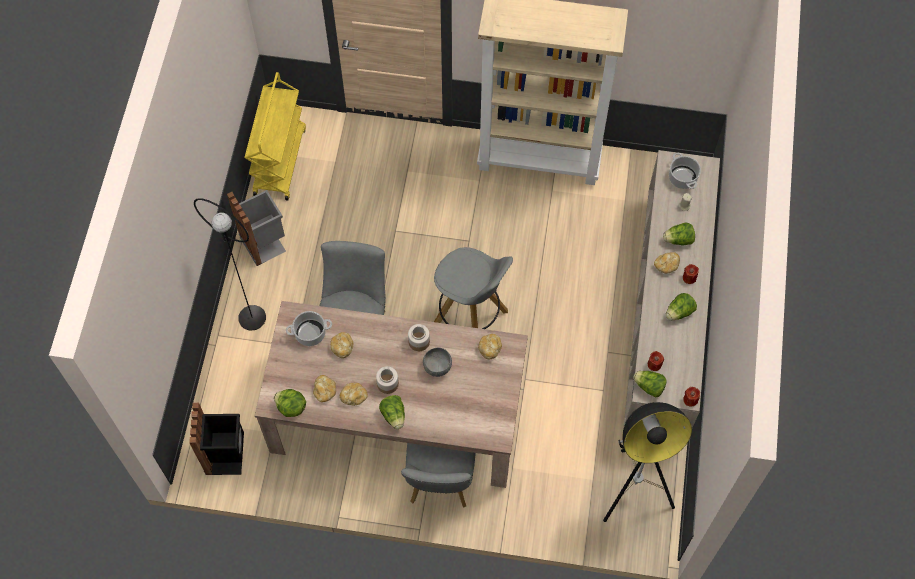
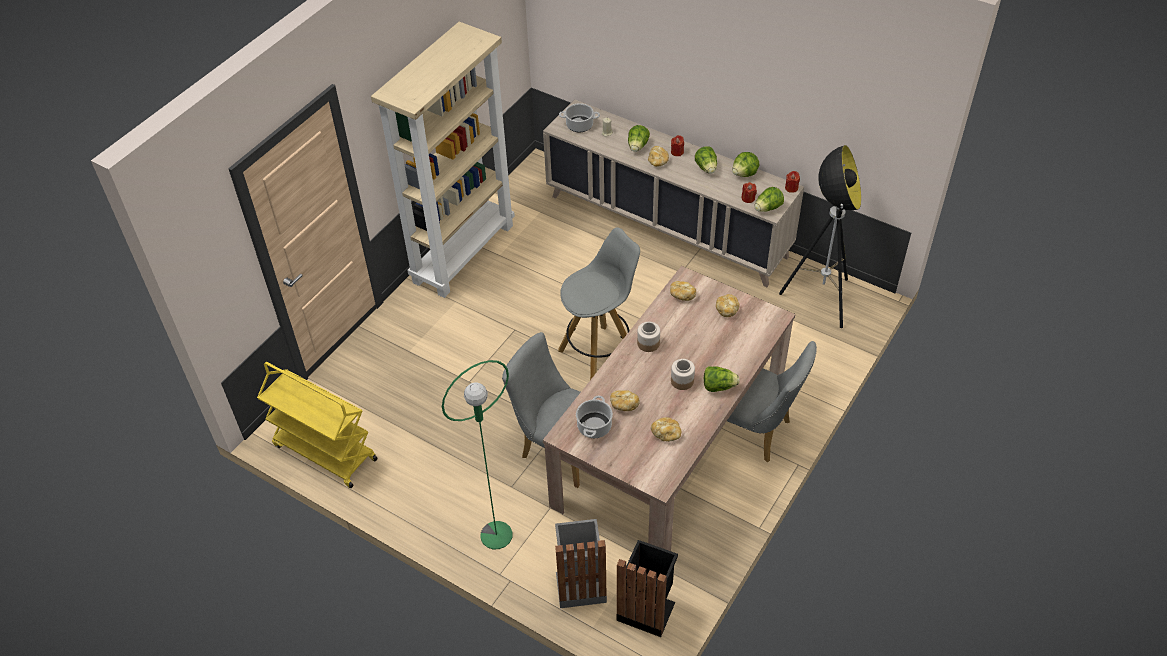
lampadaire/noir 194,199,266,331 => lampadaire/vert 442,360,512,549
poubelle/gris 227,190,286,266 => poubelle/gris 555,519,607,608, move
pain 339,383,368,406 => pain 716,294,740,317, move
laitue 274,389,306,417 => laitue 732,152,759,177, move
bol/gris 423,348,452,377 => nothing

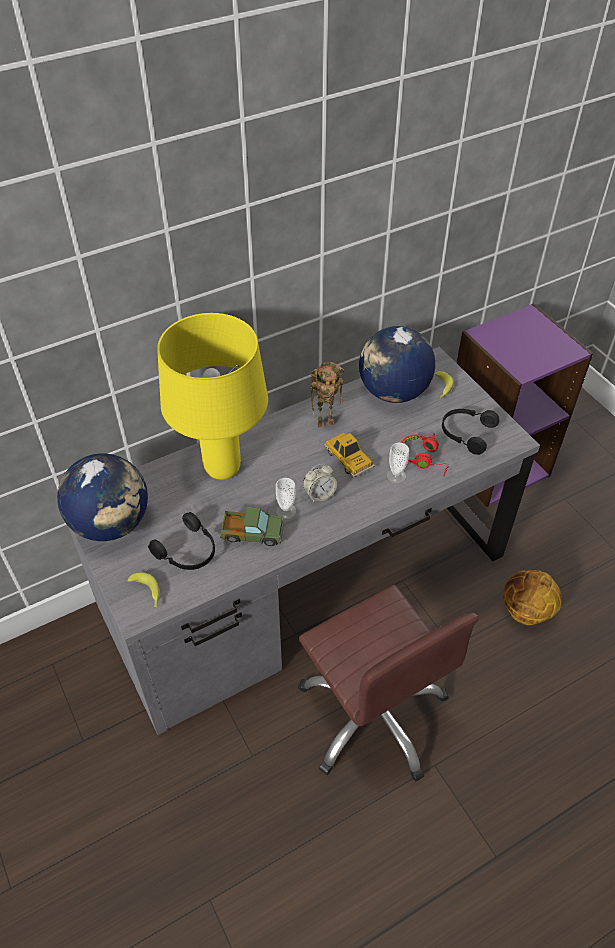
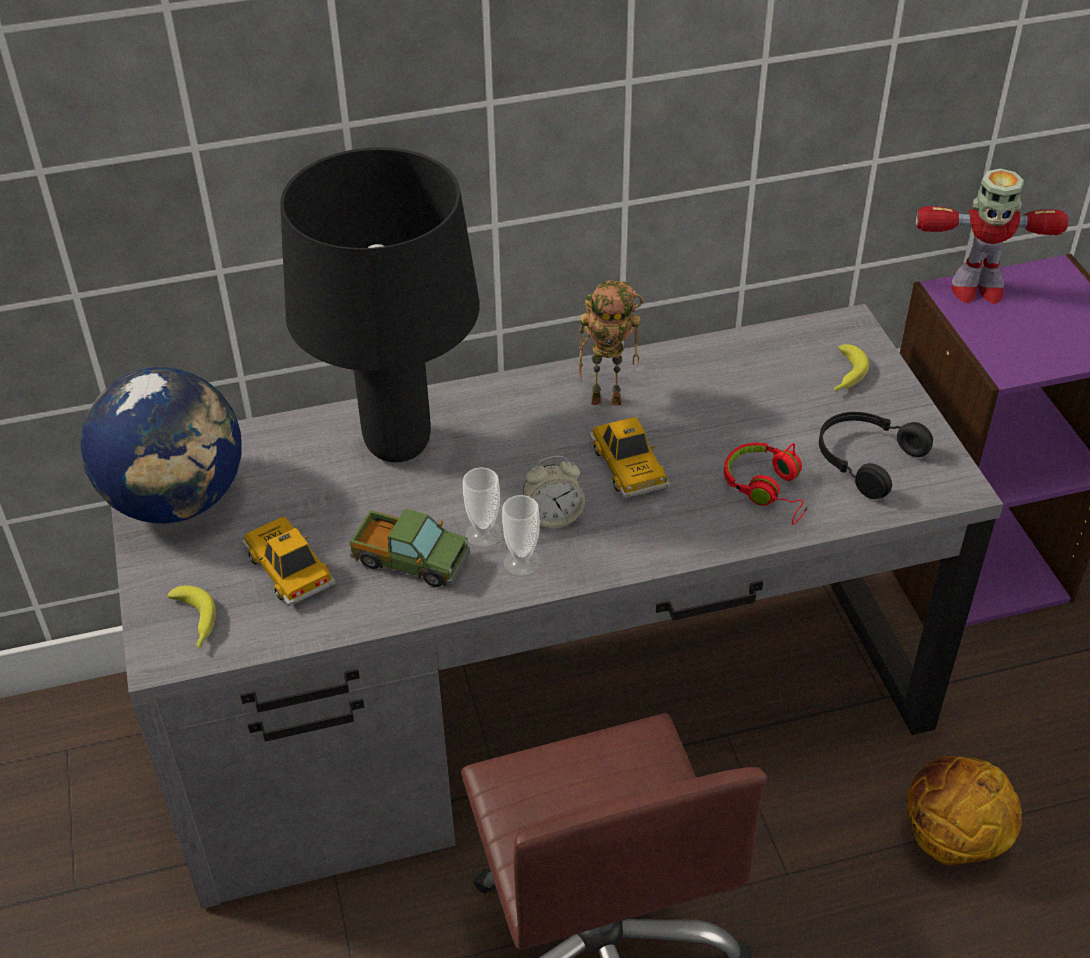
casque audio/noir 148,512,215,570 => petite voiture 242,517,336,606
lampe de table/jaune 157,313,268,480 => lampe de table/noir 280,147,480,462
tasse 387,443,409,483 => tasse 502,495,541,576, move
nothing => robot jouet 916,168,1068,304
globe 359,326,435,403 => nothing

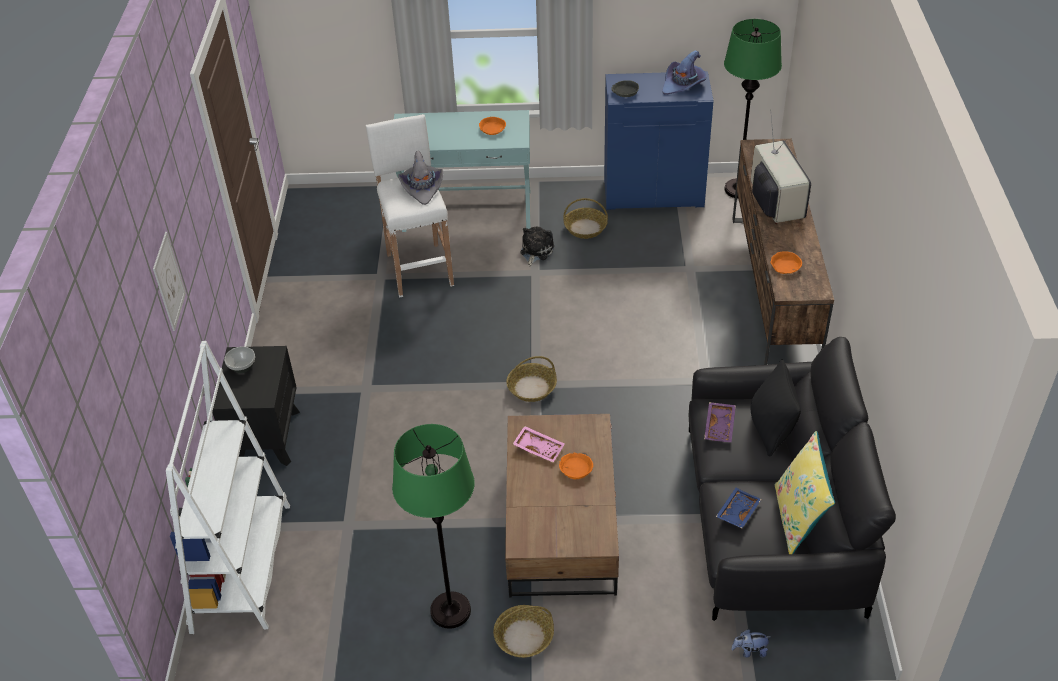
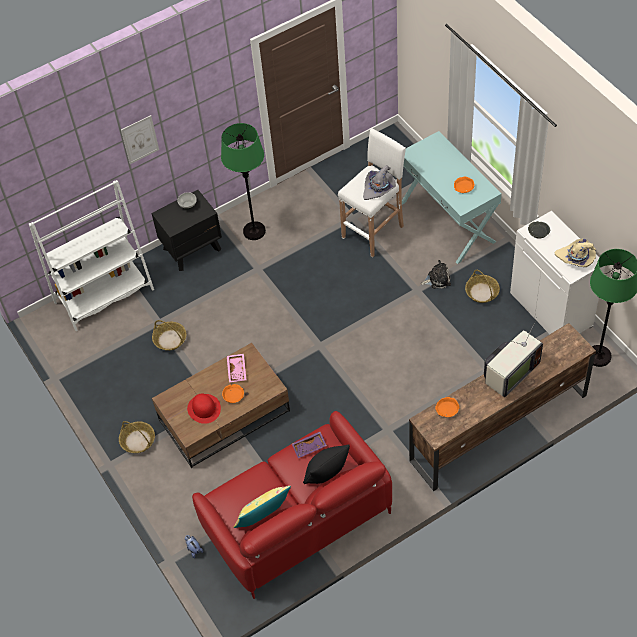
panier 506,356,557,402 => panier 152,320,186,351, move
nothing => chapeau/rouge 187,394,221,424
canapé/noir 689,337,896,621 => canapé/rouge 192,411,392,599
lampadaire/vert 392,424,475,629 => lampadaire/vert 221,123,266,240, move
meuble de rangement/bleu 604,71,713,210 => meuble de rangement/blanc 510,211,605,334
chapeau/violet 662,50,706,95 => chapeau/beige 554,238,596,267
plateau/bleu 716,488,761,528 => nothing

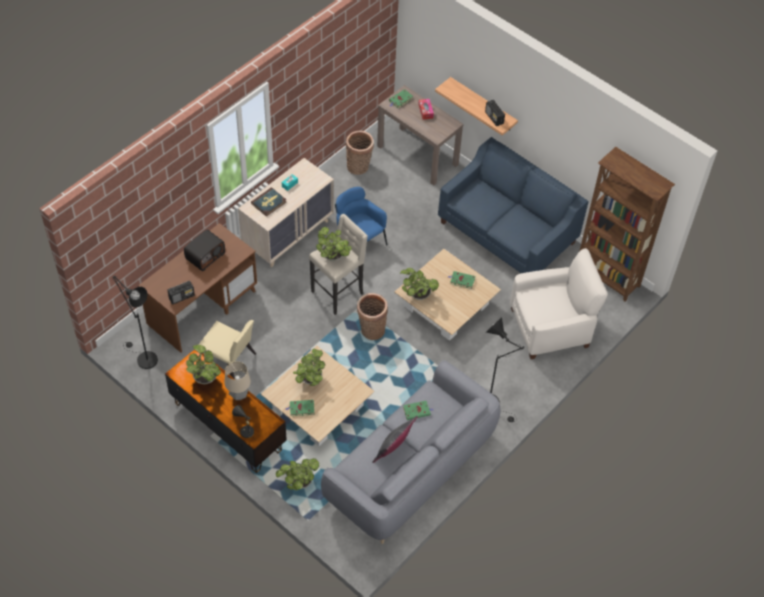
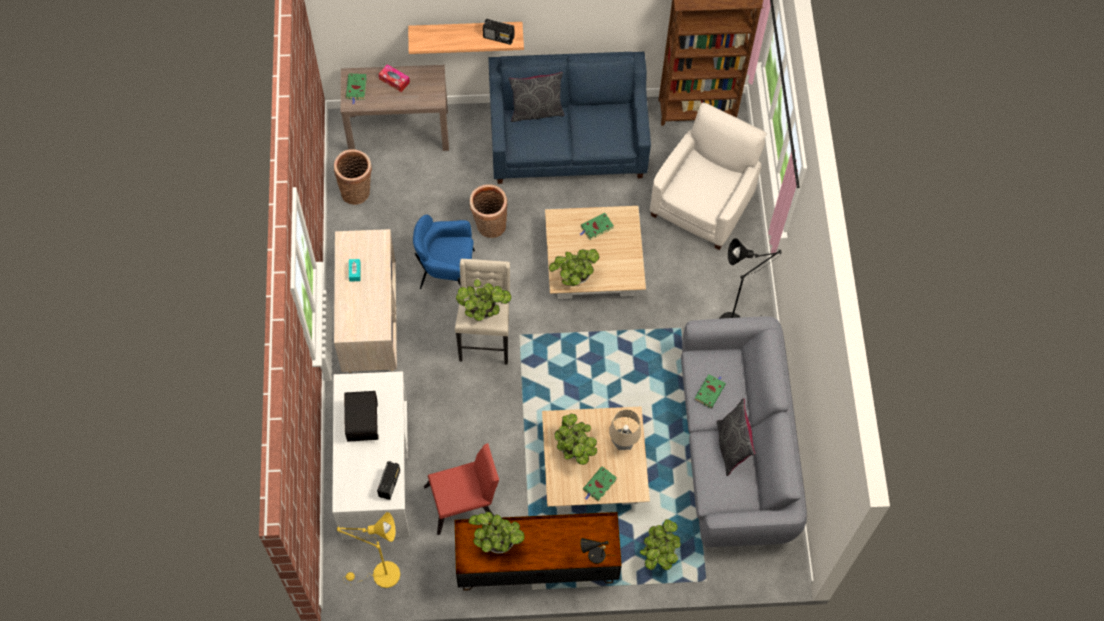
bureau/marron 138,223,257,352 => bureau/blanc 332,371,410,540
lampadaire/noir 112,275,158,369 => lampadaire/jaune 337,512,400,588
chaise/beige 198,320,256,379 => chaise/rouge 424,443,499,535
panier 357,293,388,340 => panier 470,184,508,238, move
nothing => coussin/gris 509,72,564,122
lampe de table 224,361,251,400 => lampe de table 609,410,641,450, move
livre 251,187,286,216 => nothing

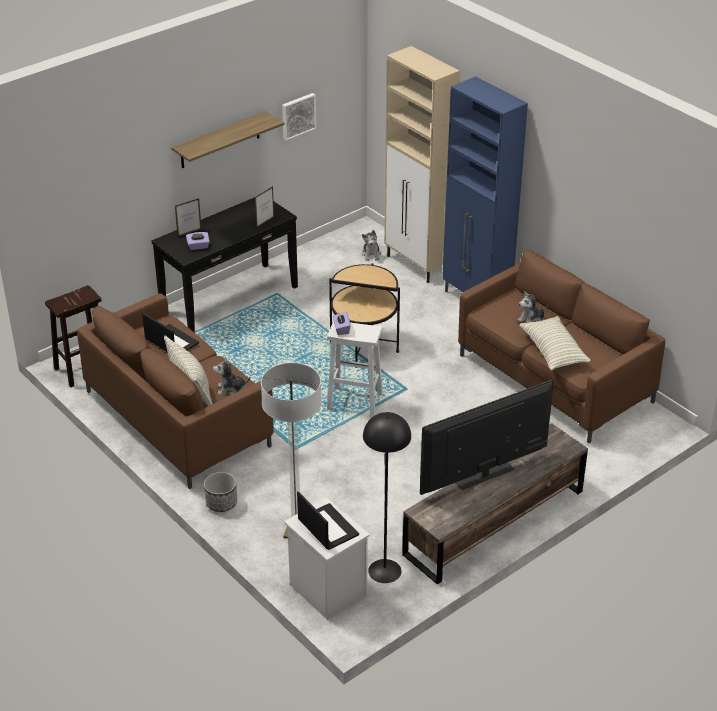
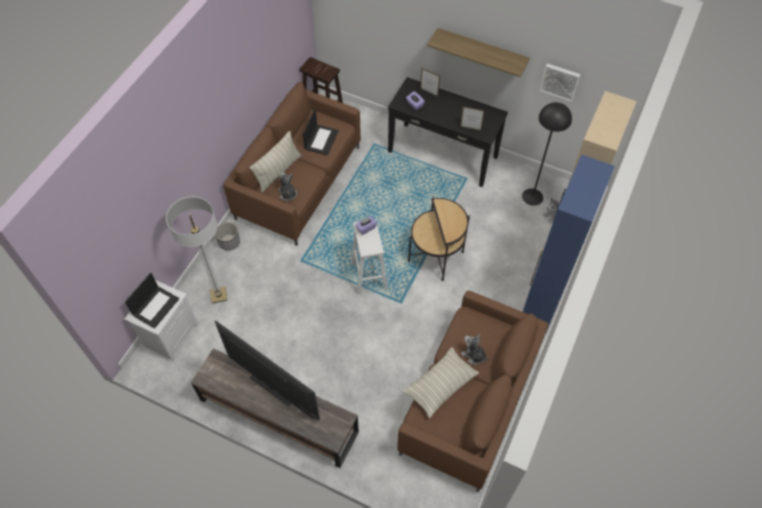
lampadaire/noir 363,412,411,583 => lampadaire/noir 522,102,572,206, move

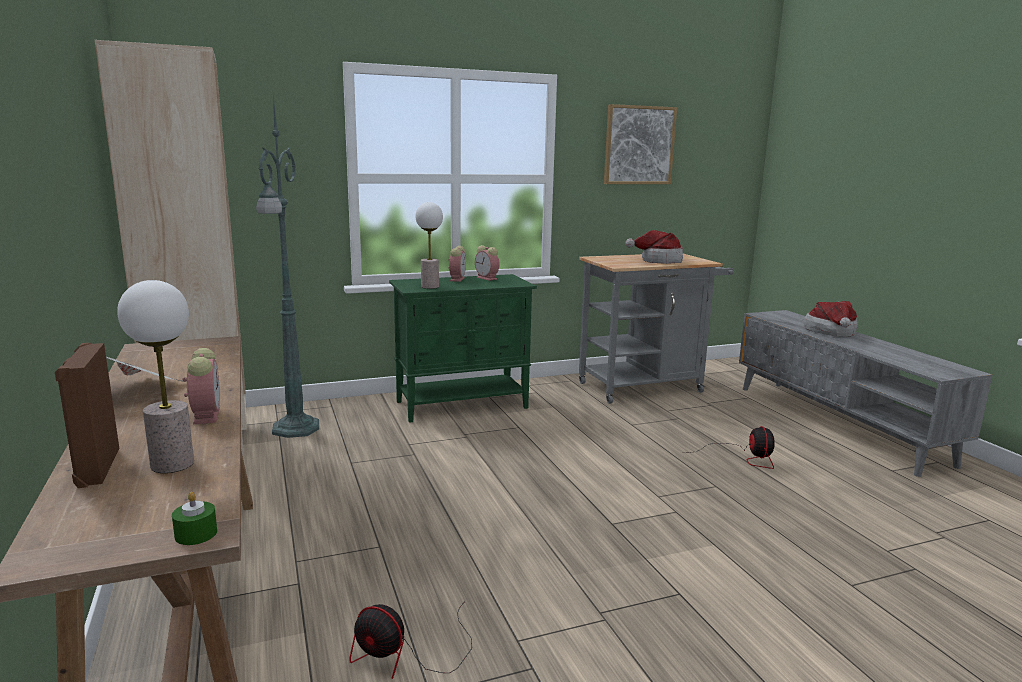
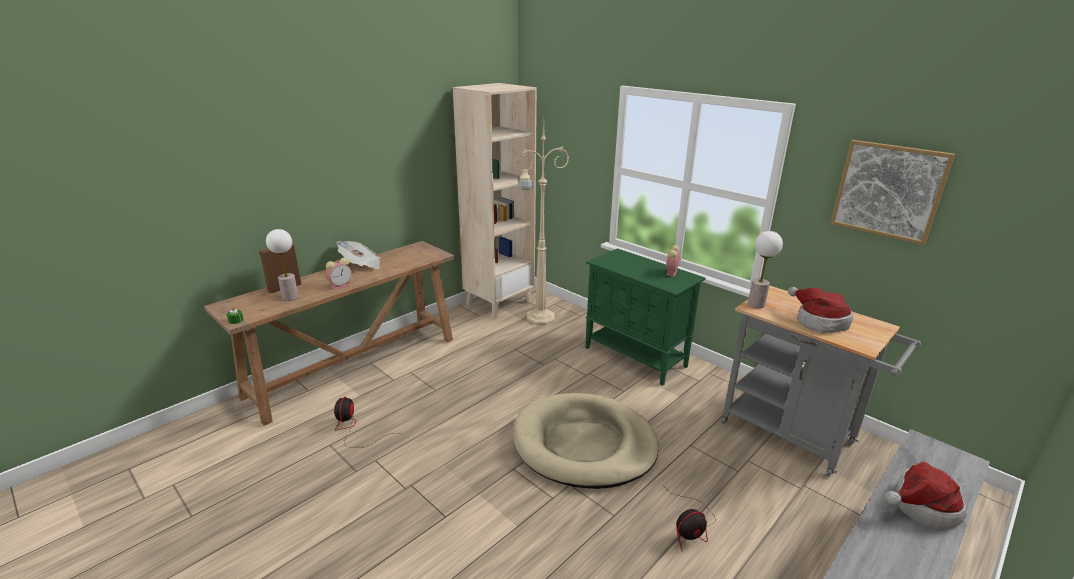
nothing => panier pour chien/beige 513,393,659,489
lampadaire/vert 256,96,319,438 => lampadaire/beige 517,122,569,324
lampe de table 415,202,443,289 => lampe de table 748,231,783,308, move
réveil 449,246,466,282 => nothing

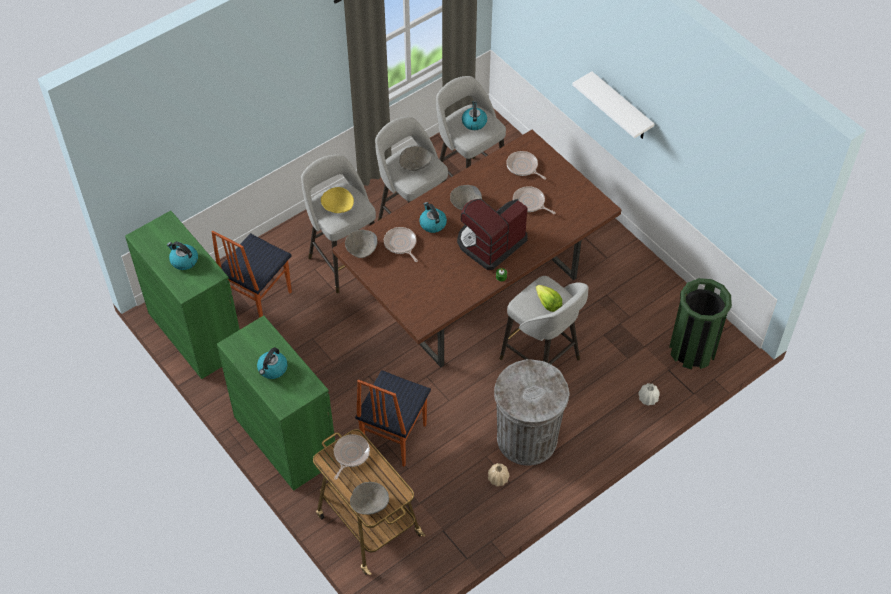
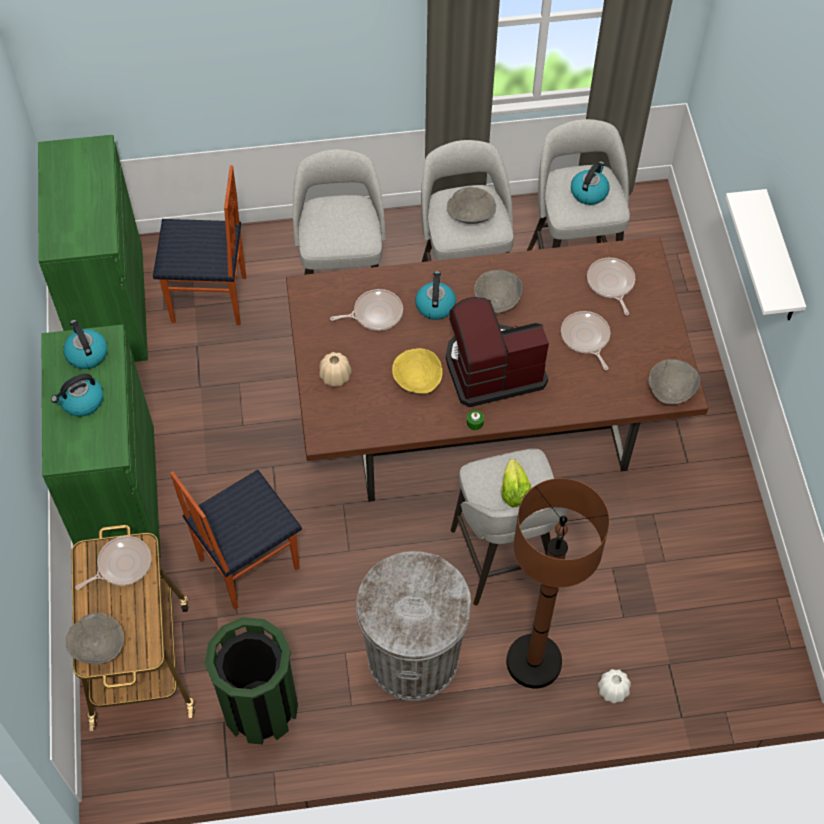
bouilloire 167,242,198,270 => bouilloire 63,320,107,369, move
chaise 211,231,292,318 => chaise 153,165,246,325, 150 degrees counterclockwise
poubelle/vert 669,278,732,369 => poubelle/vert 205,617,298,745, move
vase/beige 488,463,510,486 => vase/beige 319,352,352,387, move
poêle 384,227,418,262 => poêle 330,289,403,331, 75 degrees clockwise
bol/jaune 321,187,354,213 => bol/jaune 392,348,442,394, move
nothing => lampadaire/marron 506,478,610,689
bol/gris 345,230,378,258 => bol/gris 649,359,700,404, move

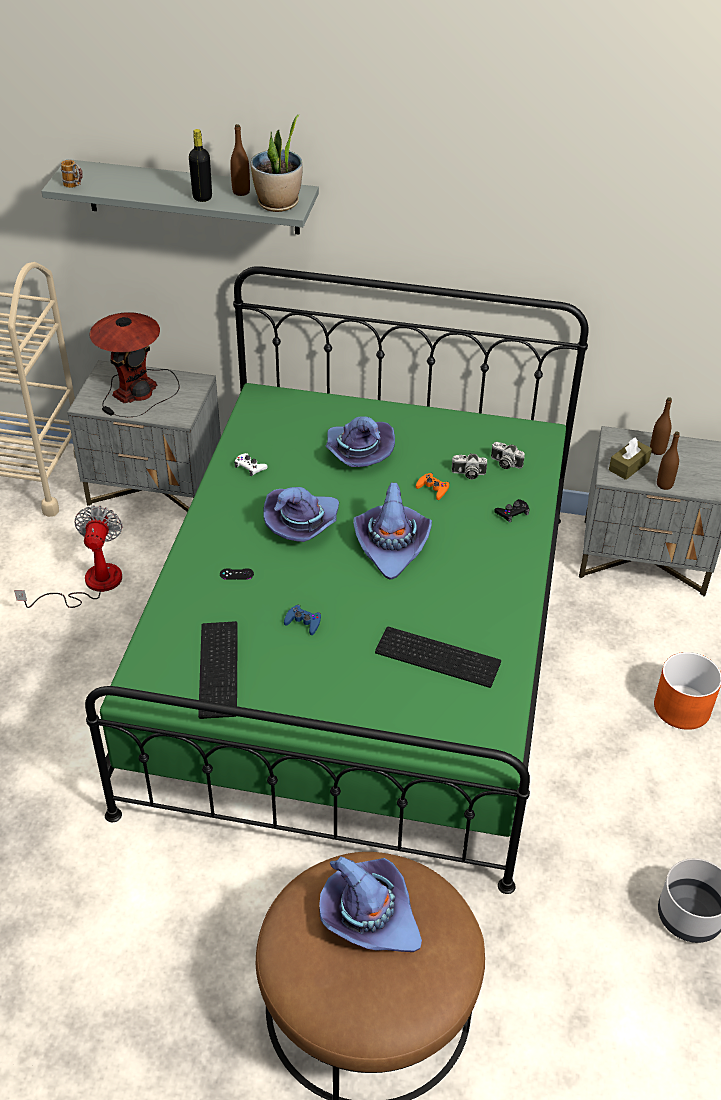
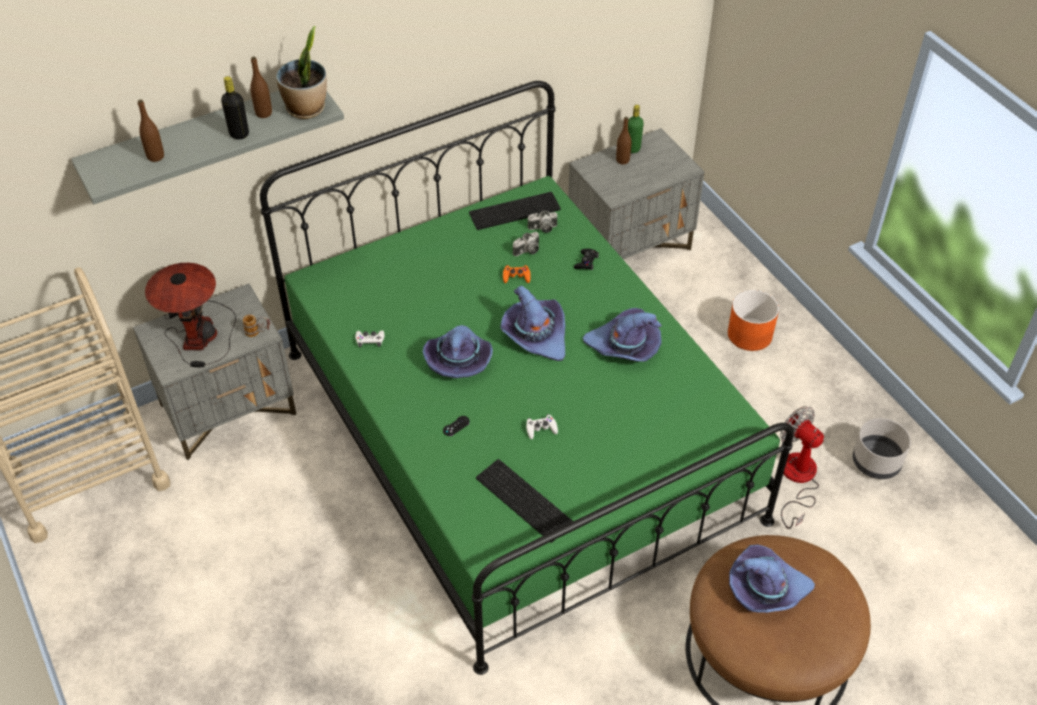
bouteille/marron 657,431,680,490 => bouteille/marron 138,99,164,162, move
mug 61,160,83,188 => mug 243,314,270,337, move
clavier 375,627,501,688 => clavier 469,192,561,230, move
manette/bleu 284,605,321,635 => manette/blanc 526,414,558,439
chapeau/violet 326,416,395,467 => chapeau/violet 583,308,662,362, move
nothing => bouteille/vert 628,105,644,153
ventilateur 14,506,123,608 => ventilateur 780,406,824,529, move
boîte à mouchoirs/marron 609,438,652,480 => nothing

